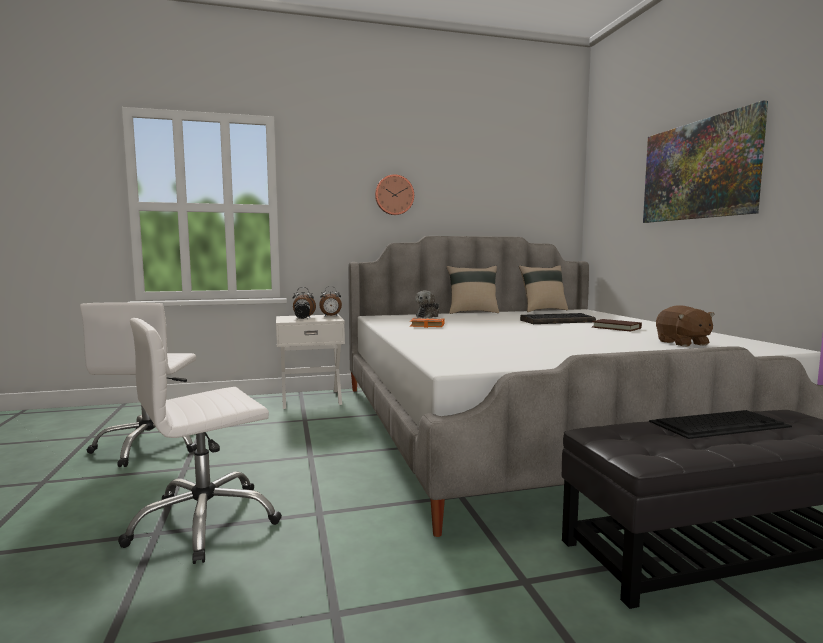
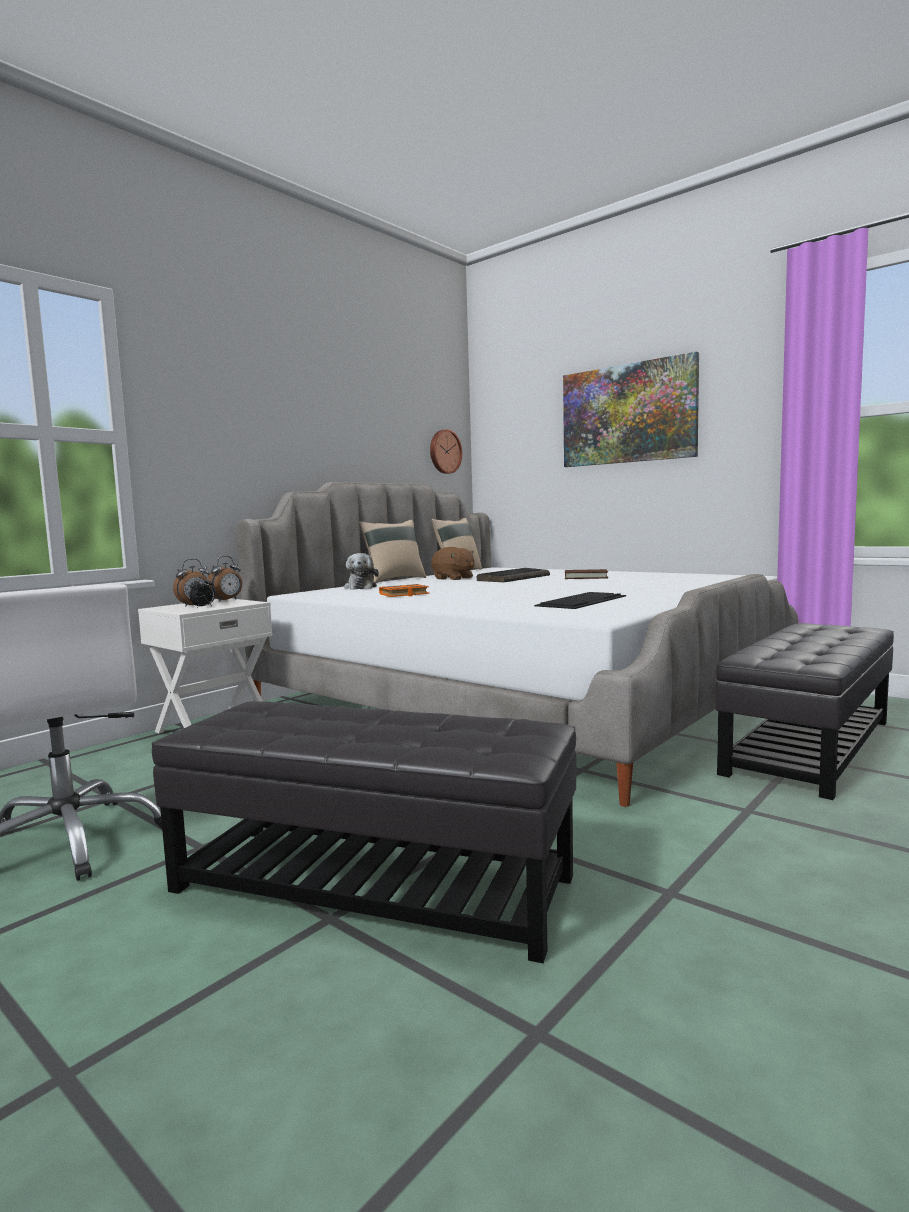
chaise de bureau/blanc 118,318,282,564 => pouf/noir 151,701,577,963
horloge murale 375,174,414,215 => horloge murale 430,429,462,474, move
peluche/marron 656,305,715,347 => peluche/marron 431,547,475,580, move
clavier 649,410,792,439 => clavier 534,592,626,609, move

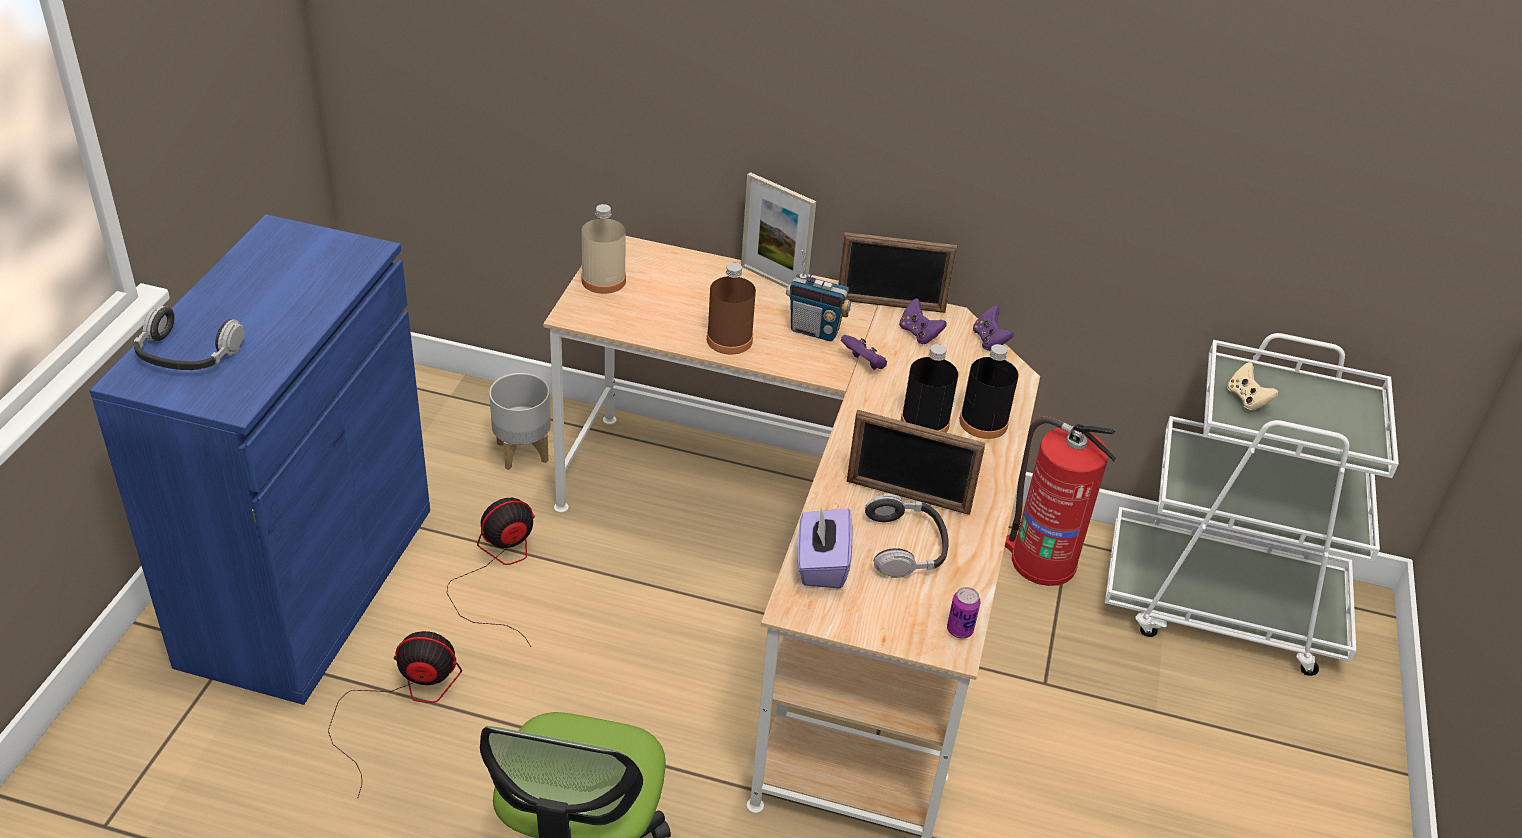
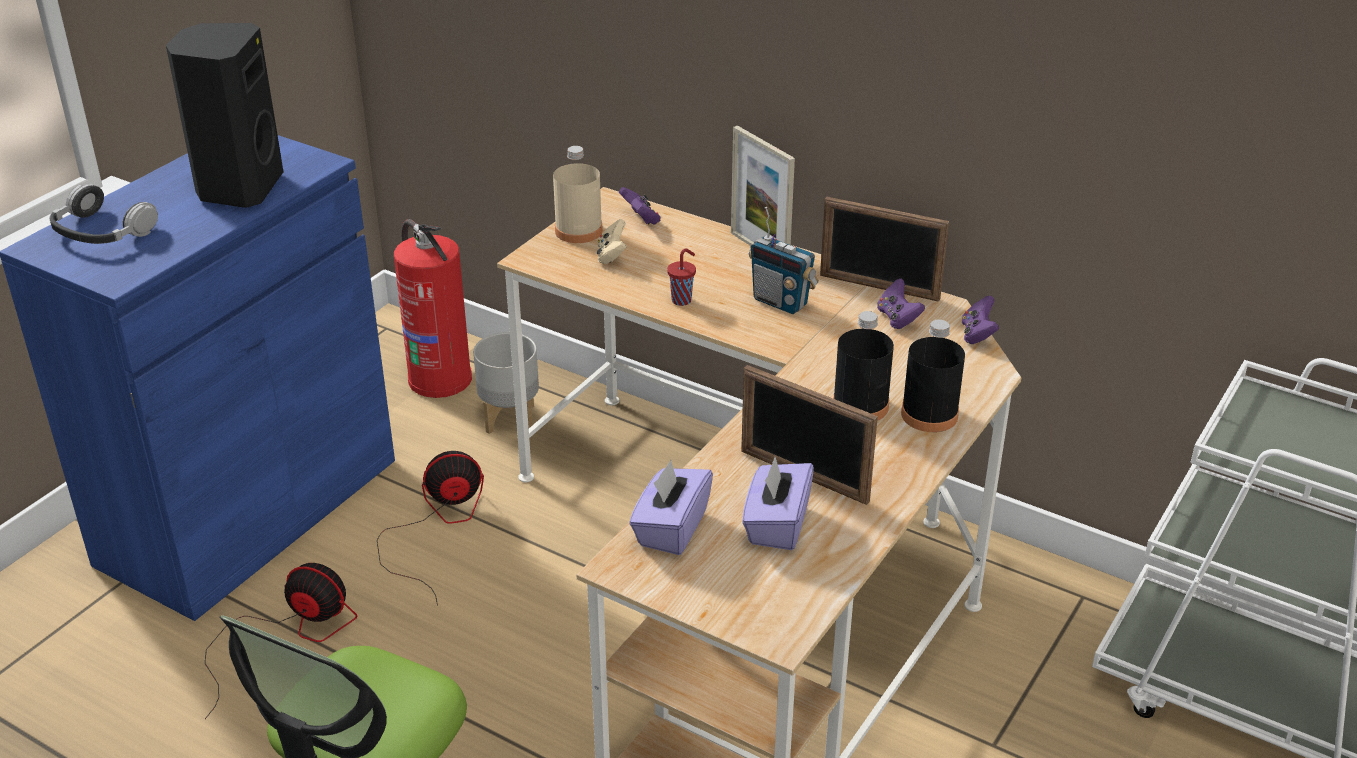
nothing => enceinte/noir 166,23,284,208
extincteur 1005,417,1116,586 => extincteur 394,219,472,398, move
manette/beige 1227,362,1279,411 => manette/beige 597,219,627,264, move
manette/violet 841,335,887,370 => manette/violet 619,187,660,225, move
bouteille/marron 707,263,756,354 => tasse/rouge 667,249,696,306
casque audio 865,493,949,578 => boîte à mouchoirs/violet 742,457,814,550
boîte métallique 947,587,980,638 => nothing

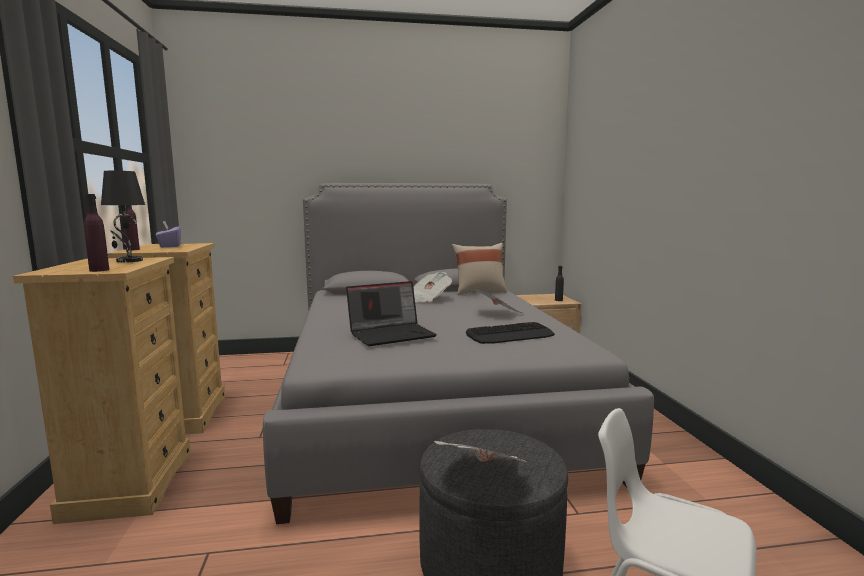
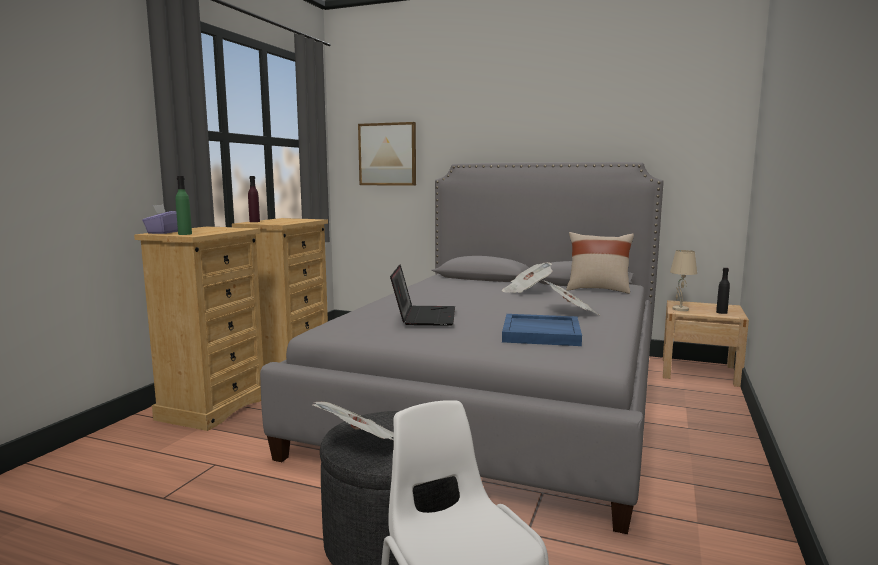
boîte à mouchoirs/violet 156,221,181,247 => boîte à mouchoirs/violet 142,204,178,234, move
bouteille/violet 84,194,109,272 => bouteille/vert 175,176,192,235
nothing => tableau 358,122,416,186
ordinateur portable 346,281,437,346 => ordinateur portable 390,264,455,326, 90 degrees counterclockwise
clavier 466,322,555,344 => plateau/bleu 502,314,582,346
nothing => lampe de table/beige 670,250,697,311
lampe de table/noir 101,171,145,263 => nothing

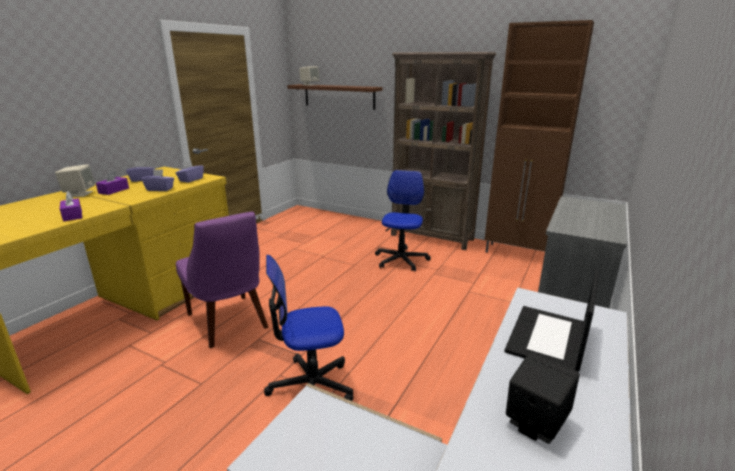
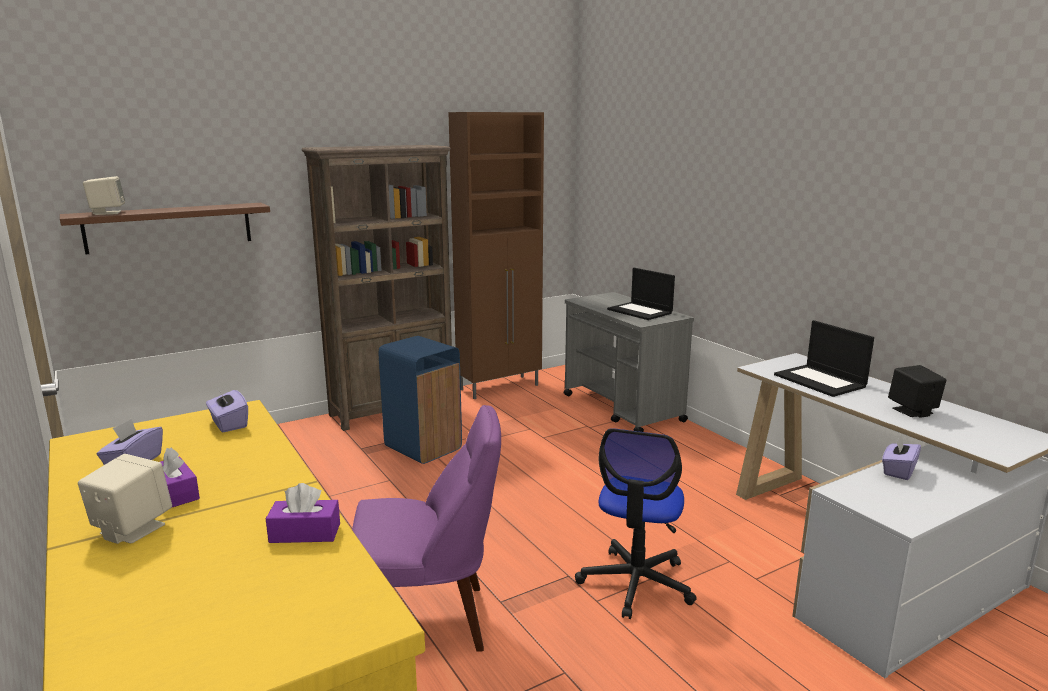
chaise de bureau 375,170,431,271 => poubelle/bleu 379,336,462,464
nothing => ordinateur portable 607,268,675,320
boîte à mouchoirs/violet 141,169,174,191 => boîte à mouchoirs/violet 882,435,921,480, move

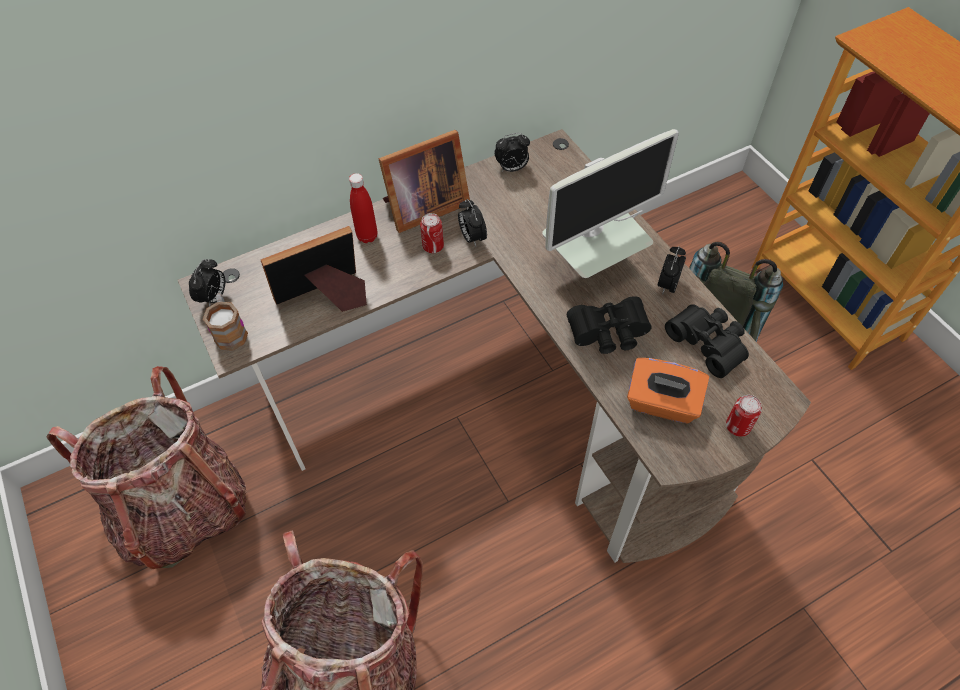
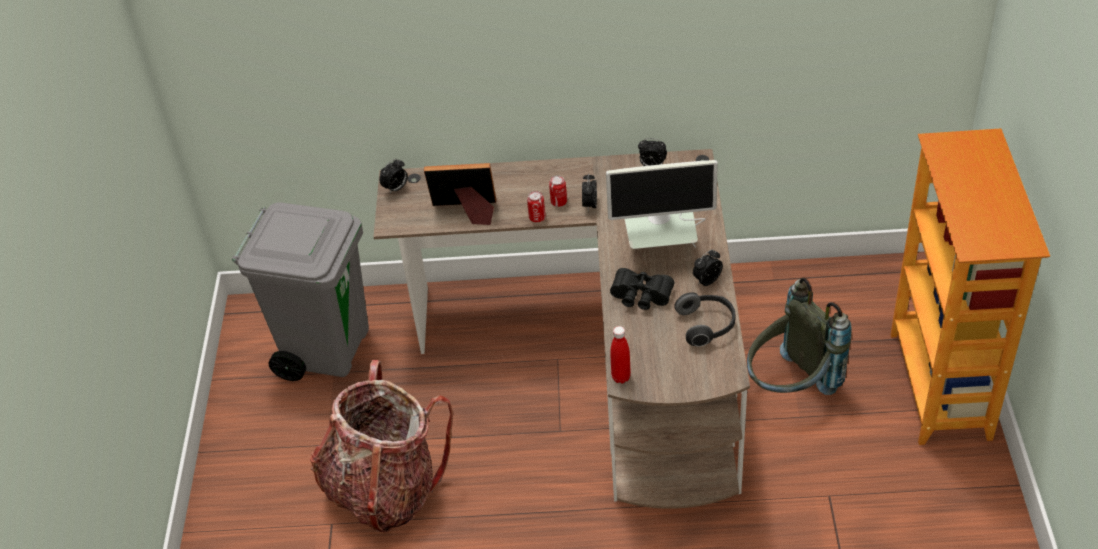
sac à dos 47,366,247,569 => poubelle/gris 232,203,369,381
boîte métallique 726,395,762,437 => boîte métallique 527,191,546,222, move
bouteille/rouge 349,173,378,243 => bouteille/rouge 610,326,631,383, move
jumelles/noir 665,304,749,378 => casque audio 674,292,736,347
mug 203,294,248,351 => nothing
cadre photo 379,130,470,233 => nothing
boîte à mouchoirs/orange 627,358,709,423 => nothing

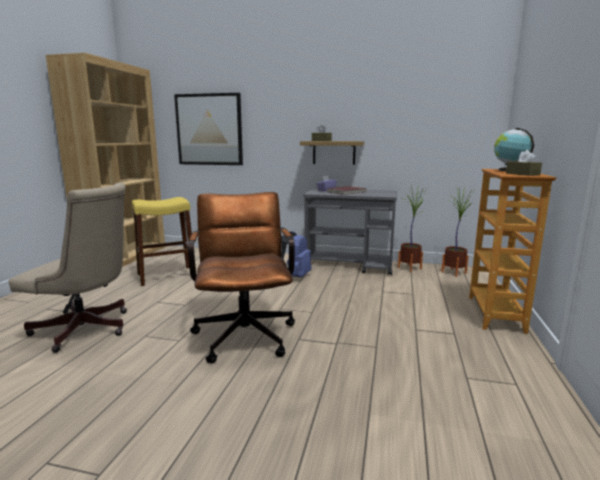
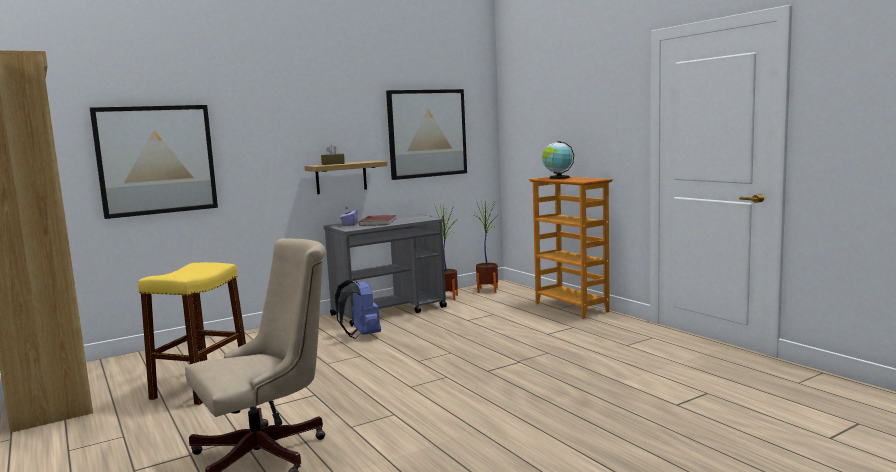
nothing => tableau 386,89,467,180
chaise de bureau/marron 188,192,295,363 => nothing
boîte à mouchoirs/marron 506,150,542,176 => nothing

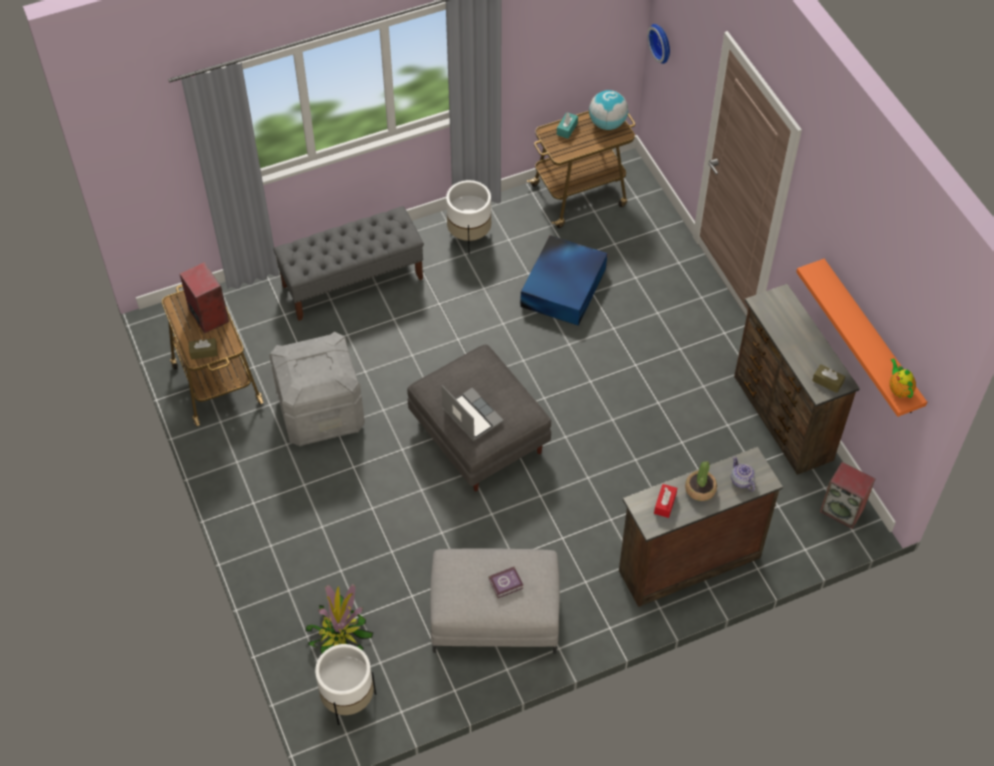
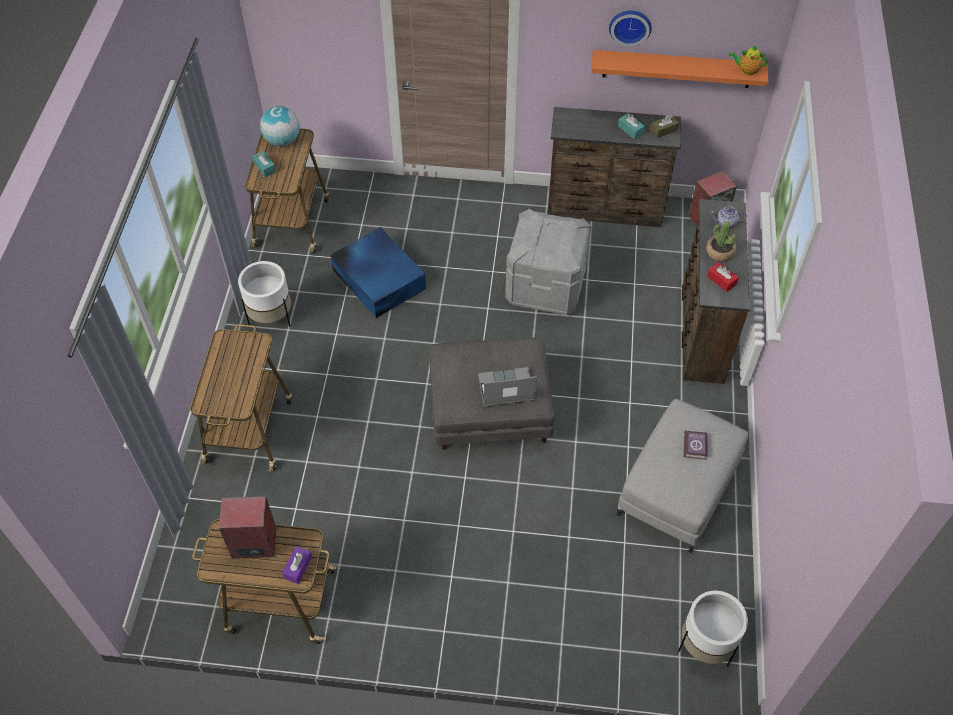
banc/gris 273,206,424,321 => chariot 190,324,292,471
boîte à mouchoirs/marron 189,338,218,360 => boîte à mouchoirs/violet 282,546,312,584
boîte de rangement/gris 269,332,365,447 => boîte de rangement/gris 505,209,591,315, move
horloge murale 647,24,670,64 => horloge murale 609,11,652,47, move
nothing => boîte à mouchoirs/turquoise 618,113,645,139
plante en pot 306,584,373,654 => nothing

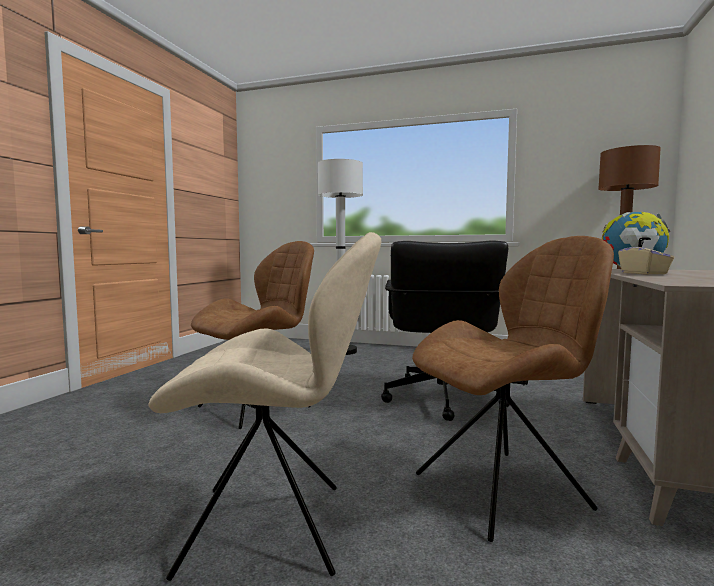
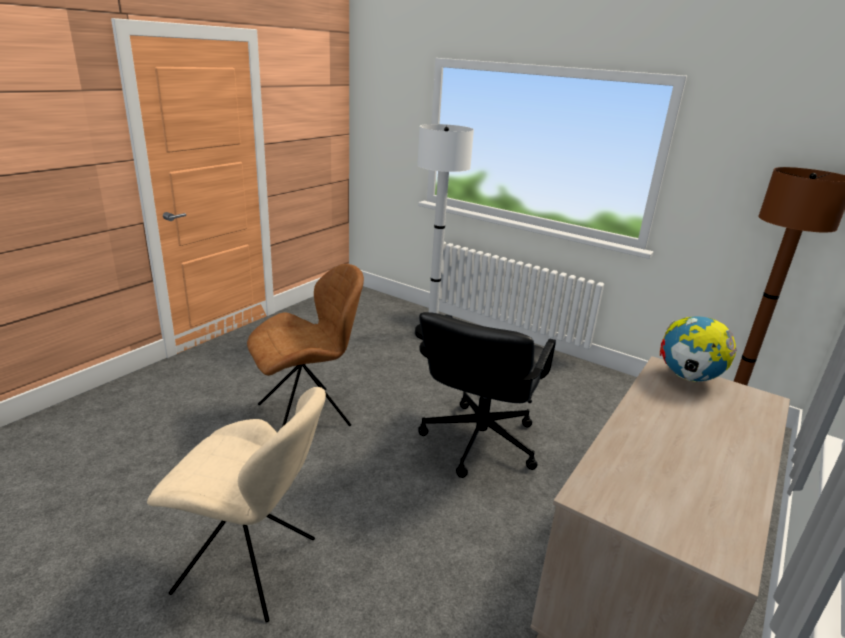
chaise/marron 412,236,614,542 => nothing
boîte à mouchoirs/beige 618,239,674,274 => nothing

